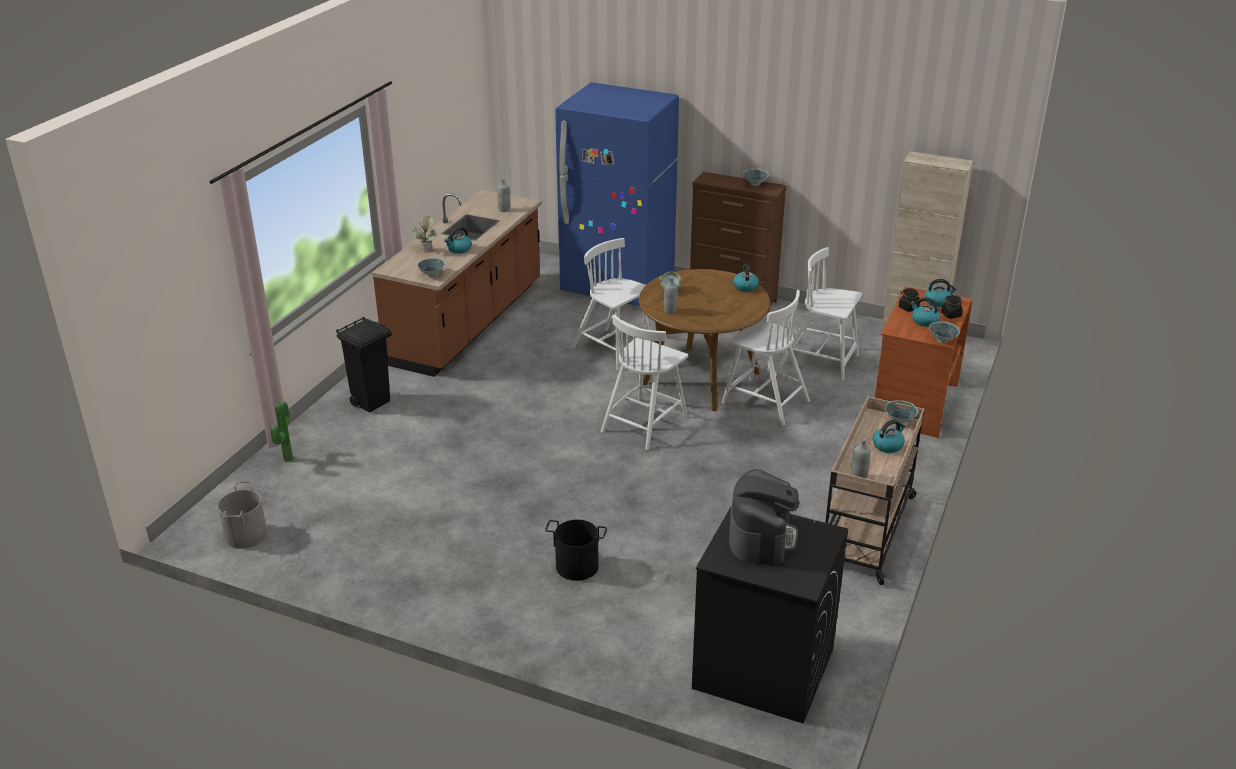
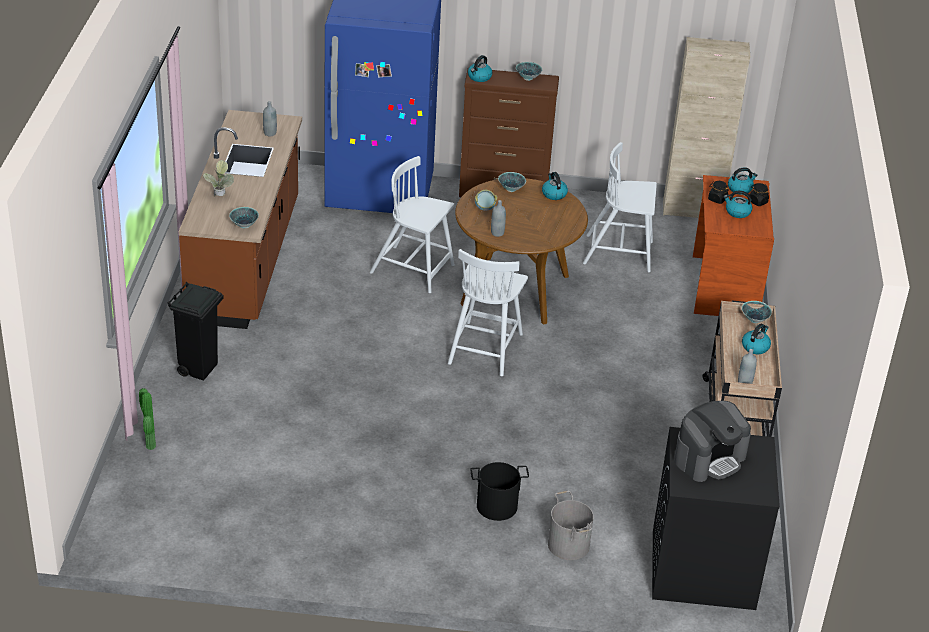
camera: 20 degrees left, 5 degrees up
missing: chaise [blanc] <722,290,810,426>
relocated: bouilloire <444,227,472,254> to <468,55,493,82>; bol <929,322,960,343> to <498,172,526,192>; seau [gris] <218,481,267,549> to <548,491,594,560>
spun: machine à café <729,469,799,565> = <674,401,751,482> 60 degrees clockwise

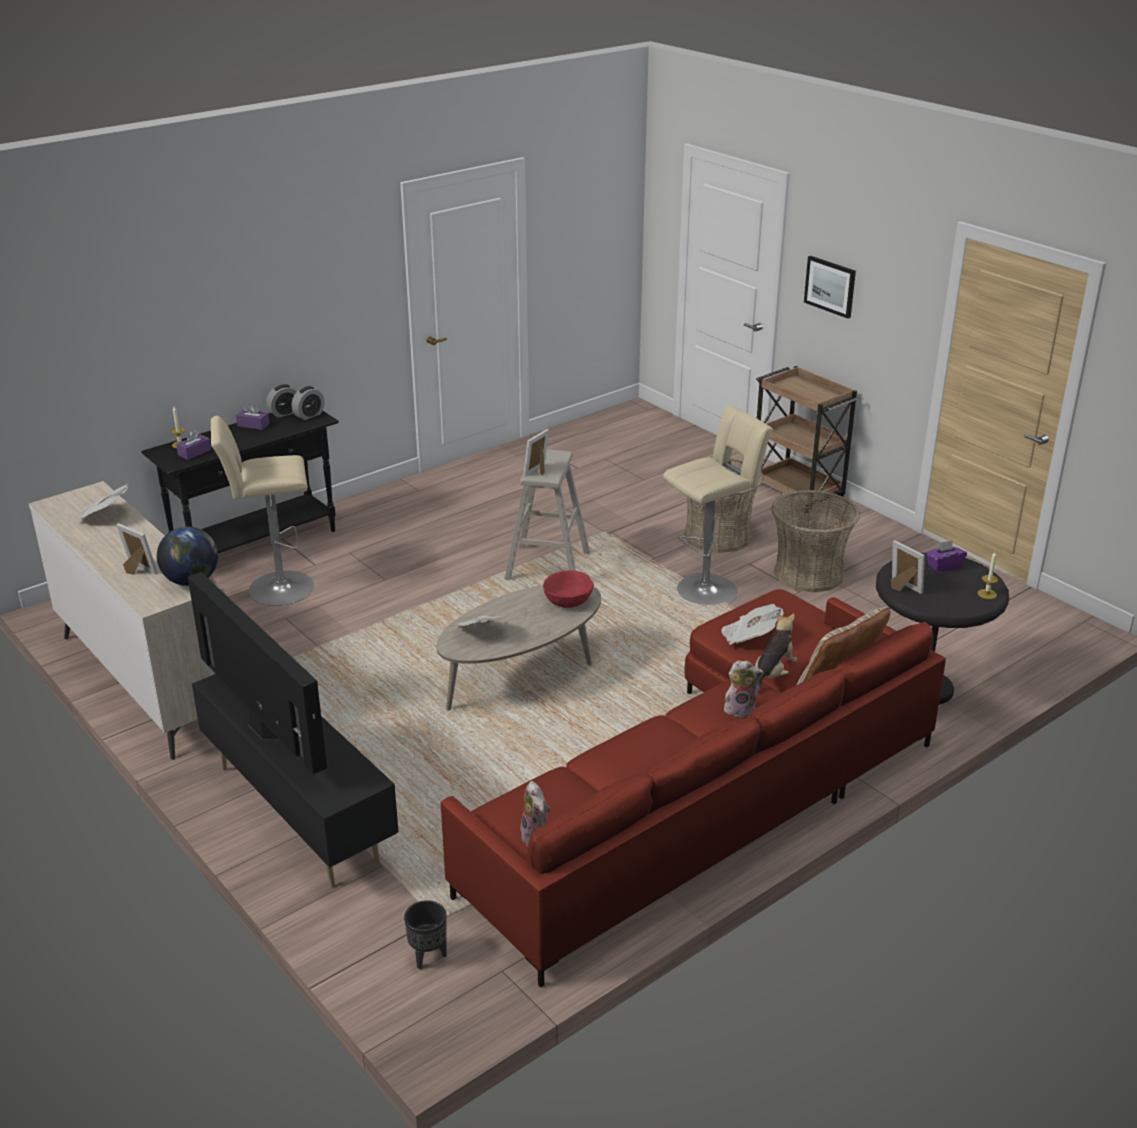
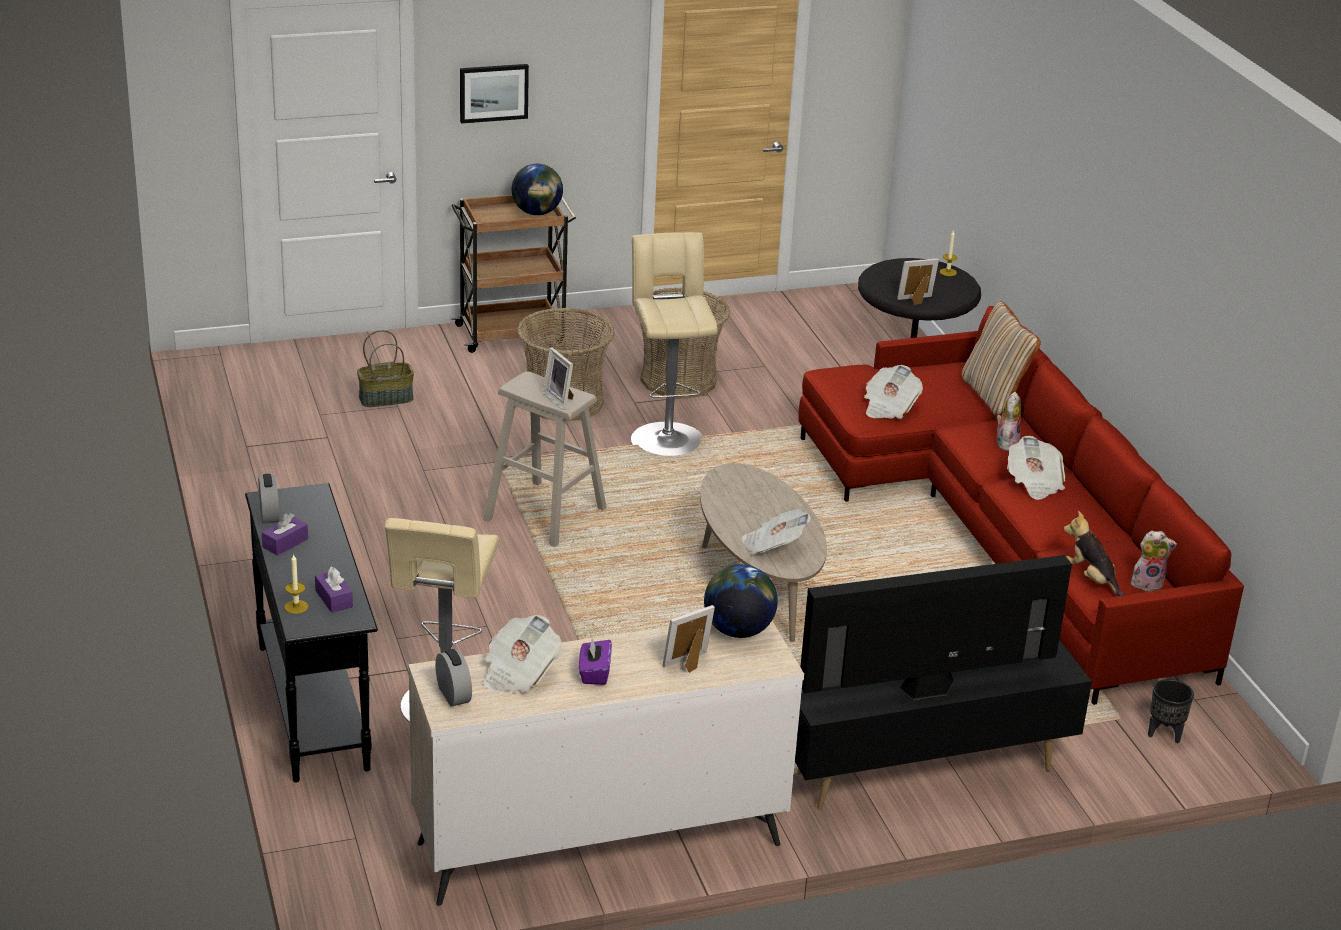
camera: 70 degrees left, 0 degrees up
missing: bol [rouge] <543,570,594,608>
appeared: panier <357,330,414,407>; globe <512,164,563,215>; journal <1007,436,1065,500>
relocated: réveil <292,386,324,420> to <435,649,472,707>; boîte à mouchoirs [violet] <926,540,967,572> to <579,638,612,685>; peluche <755,613,797,695> to <1064,511,1125,596>

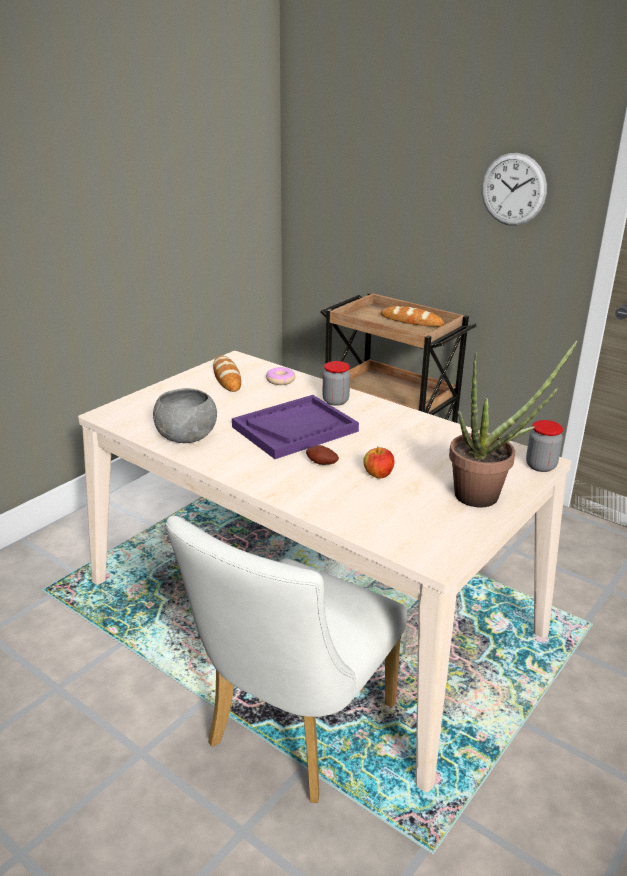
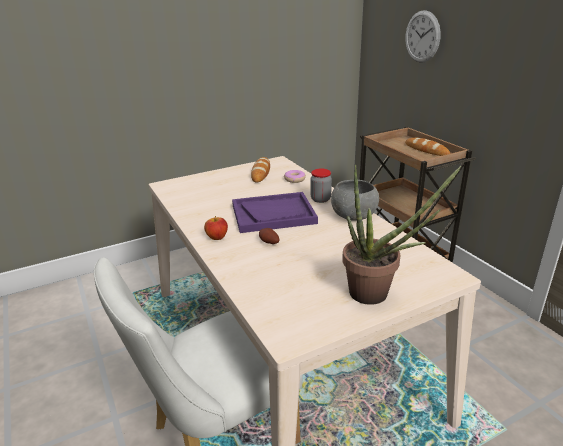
camera: 25 degrees right, 0 degrees up
missing: bocal <526,420,563,472>
relocated: pomme <363,446,395,479> to <204,216,228,240>; bol [gris] <153,388,217,443> to <331,180,379,221>; horloge murale <481,153,547,225> to <405,10,441,62>

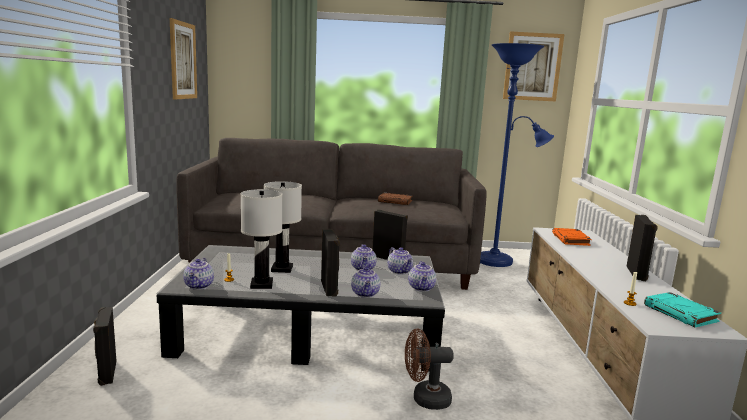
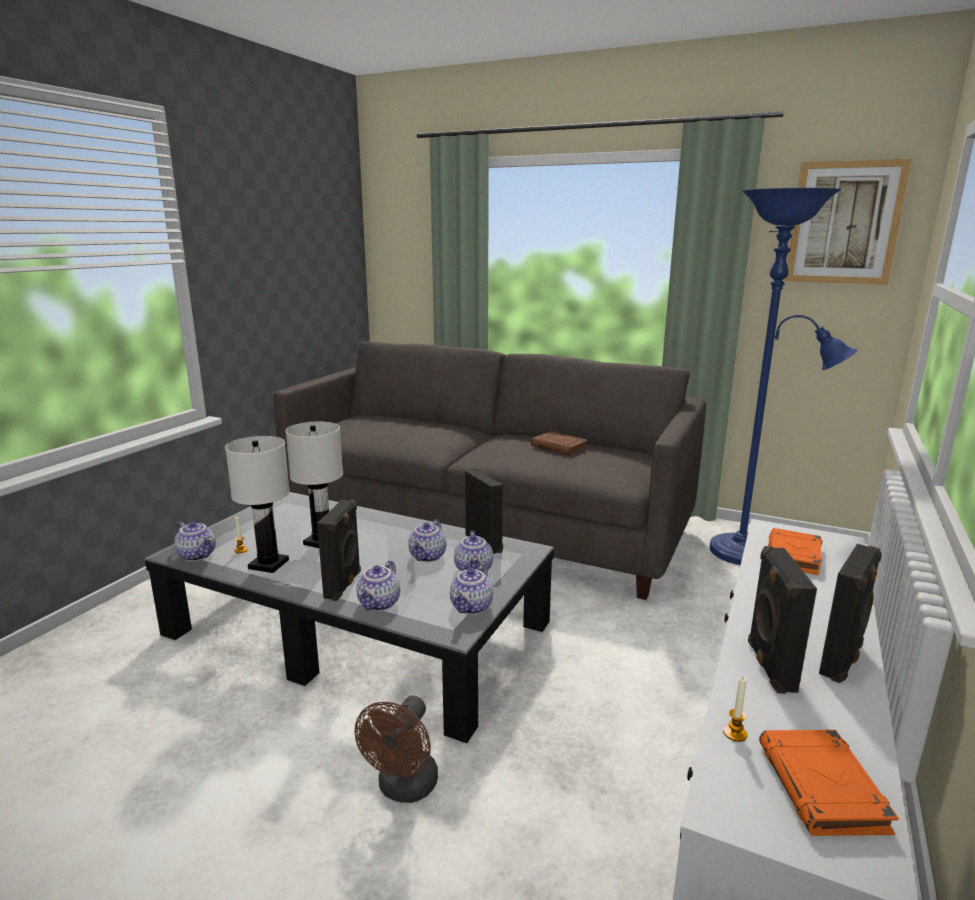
camera: 25 degrees right, 5 degrees up
missing: tableau <170,18,197,100>
relocated: enceinte [noir] <93,307,116,386> to <748,546,817,694>
colour: livre [turquoise] <644,292,721,328> to livre [orange] <759,730,899,836>
spun: théière <183,258,214,290> = <174,521,216,561> 75 degrees counterclockwise; ventilateur [marron] <405,329,454,410> = <355,696,438,803> 90 degrees counterclockwise

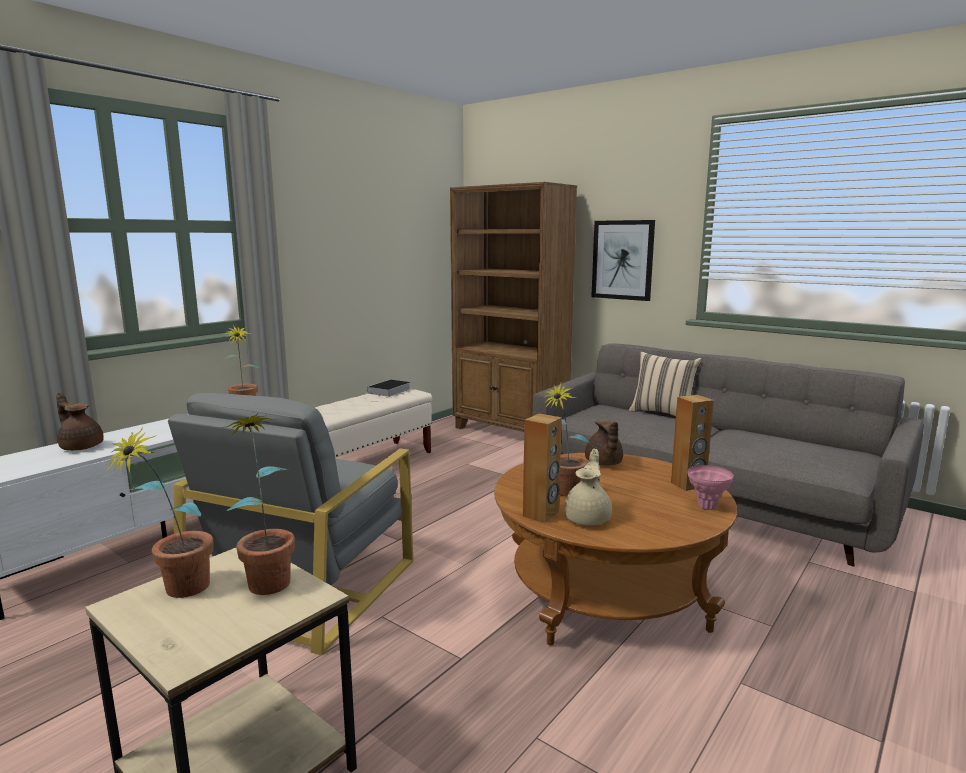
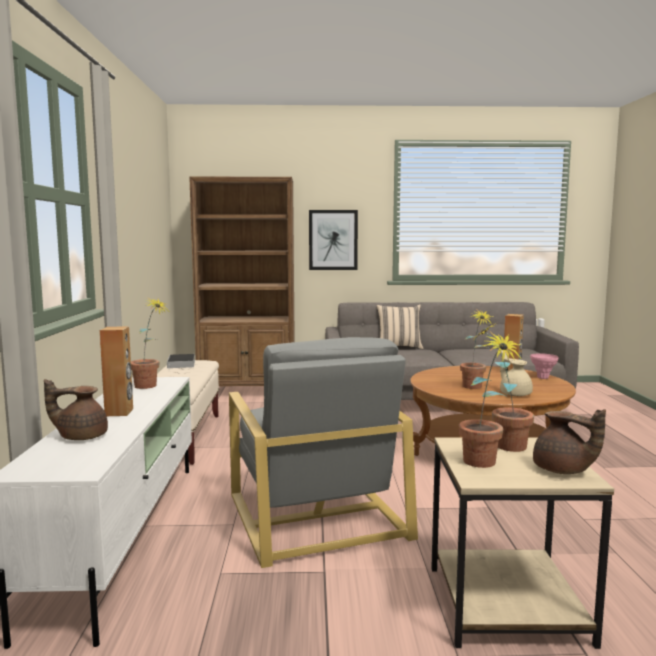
camera: 40 degrees left, 5 degrees down
relocated: enceinte [marron] <523,414,562,523> to <100,326,133,416>; théière [marron] <585,420,623,466> to <533,409,606,474>

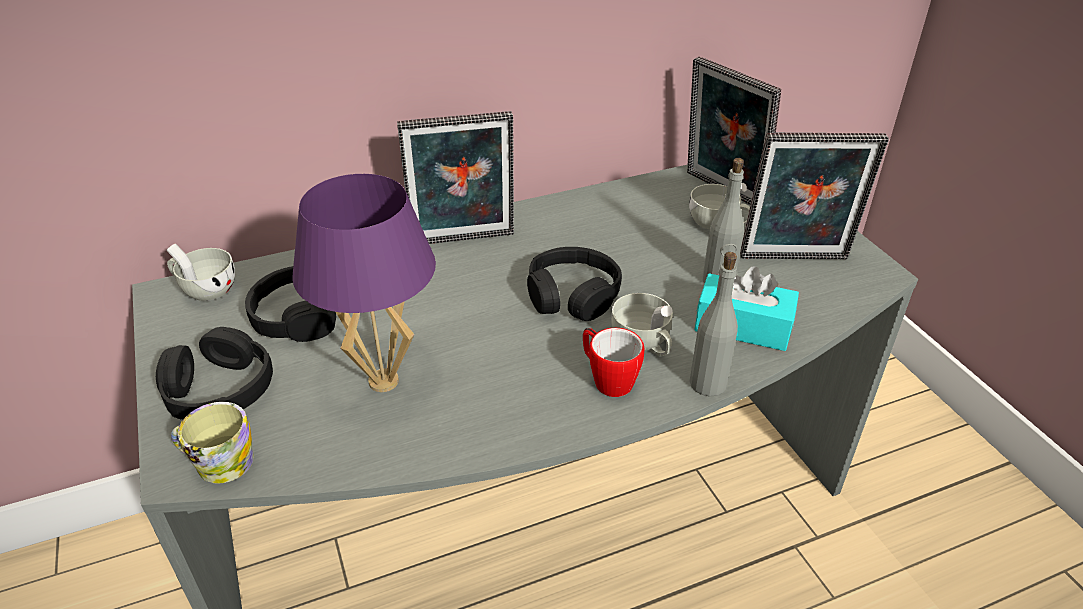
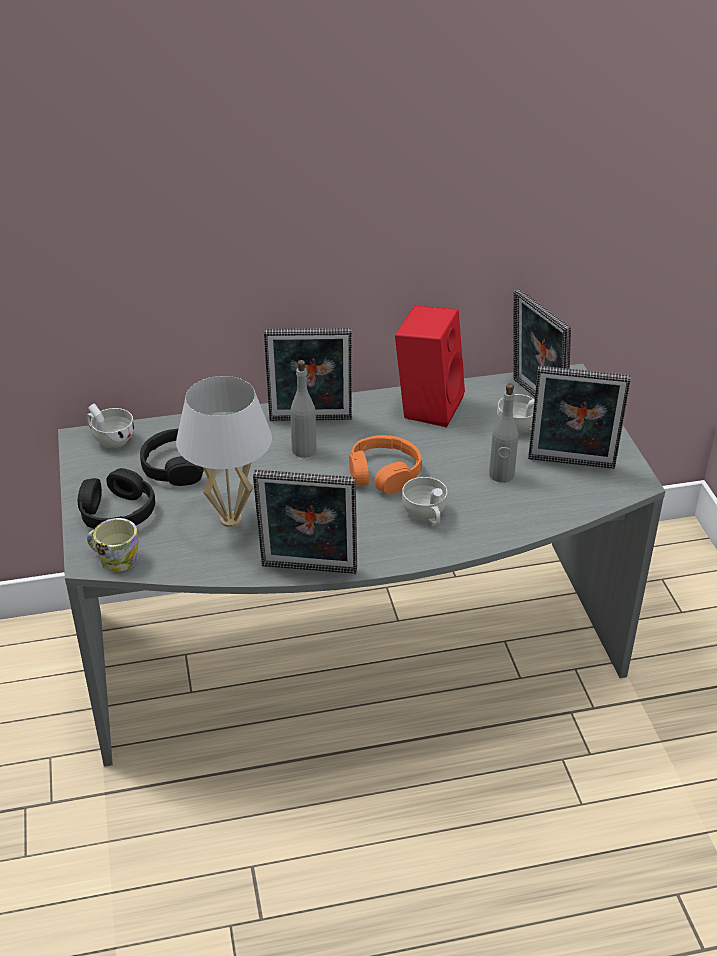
camera: 10 degrees right, 0 degrees up
missing: mug <583,328,644,397>; boîte à mouchoirs [turquoise] <695,266,799,351>
appeared: cadre photo <253,470,357,574>; enceinte [rouge] <395,306,465,427>
relocated: bouteille [gris] <689,252,738,396> to <290,360,317,458>
colour: lampe de table [violet] <292,174,436,392> to lampe de table [blanc] <176,376,272,527>; casque audio [noir] <527,247,622,321> to casque audio [orange] <349,435,422,494>

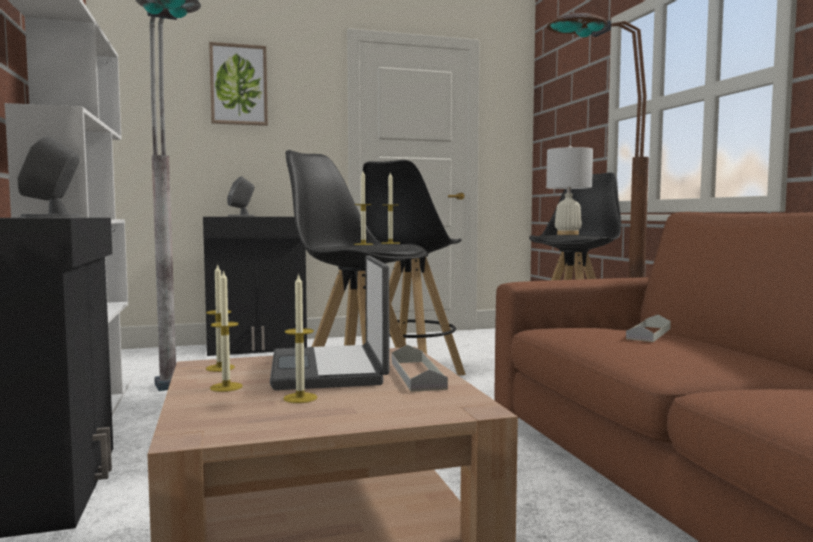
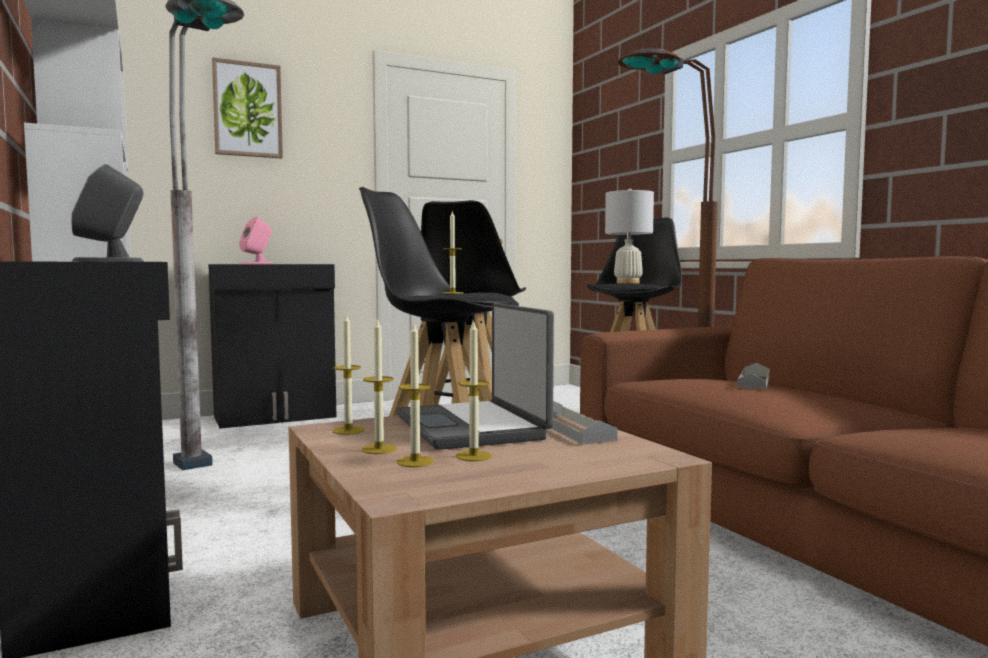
camera: 10 degrees left, 0 degrees up
relocated: bougie <381,173,400,244> to <397,324,434,467>
colour: enceinte [gris] <227,176,255,216> to enceinte [rose] <239,217,272,264>

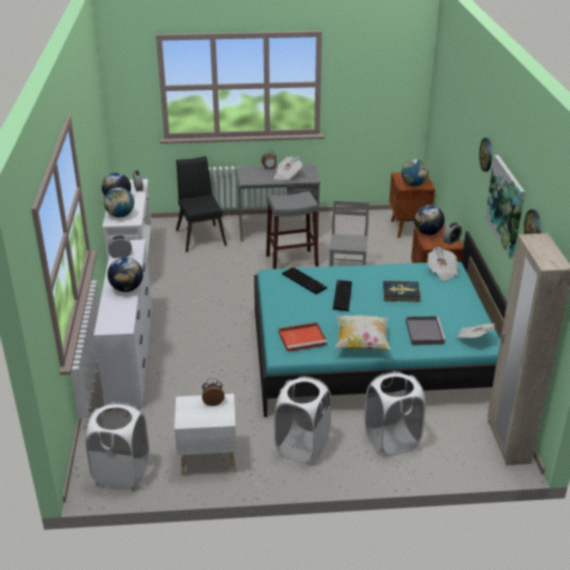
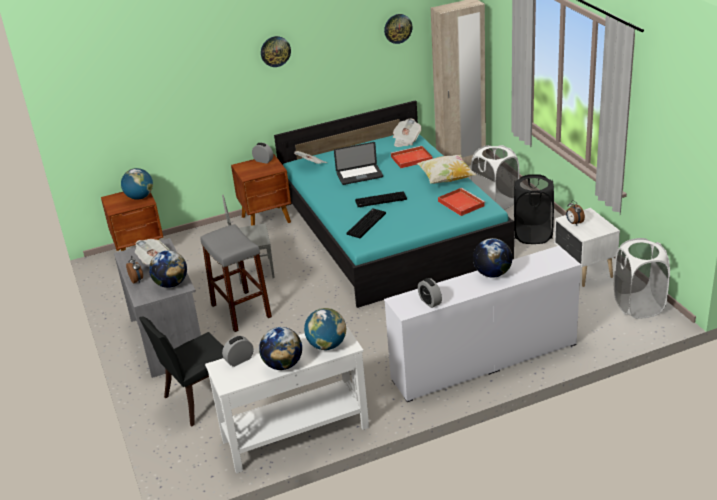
camera: 105 degrees left, 0 degrees up
missing: tableau <485,155,525,259>
relocated: globe <414,205,445,235> to <149,250,187,288>
exchanged: livre <383,281,420,302> to ordinateur portable <334,142,383,185>
colour: plateau [gris] <406,316,446,345> to plateau [rouge] <391,146,433,168>; panier à linge [blanc] <274,376,331,463> to panier à linge [noir] <514,174,554,244>

